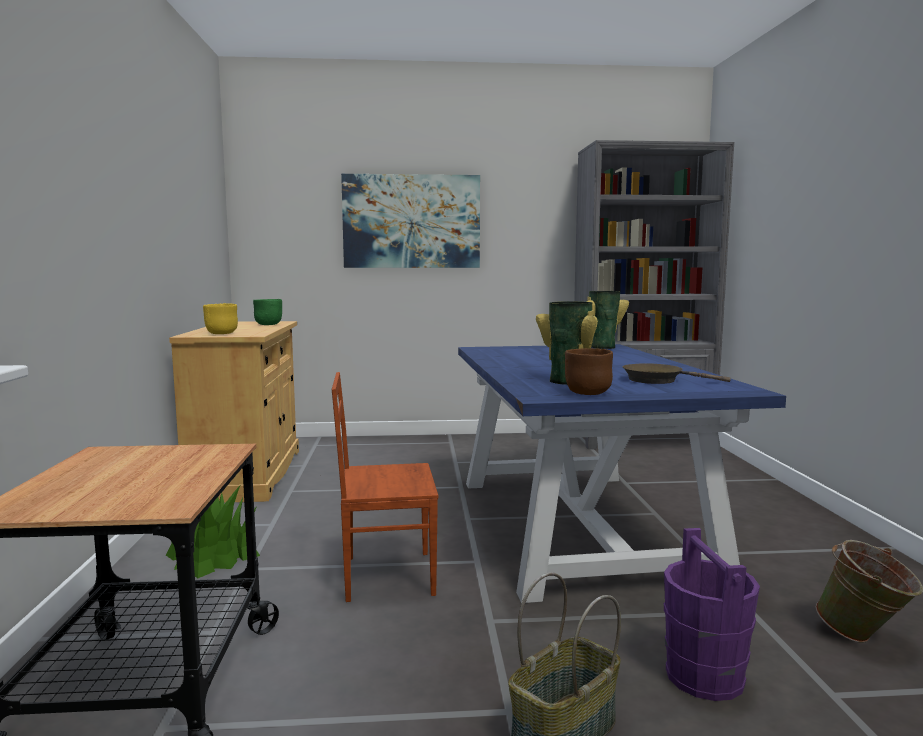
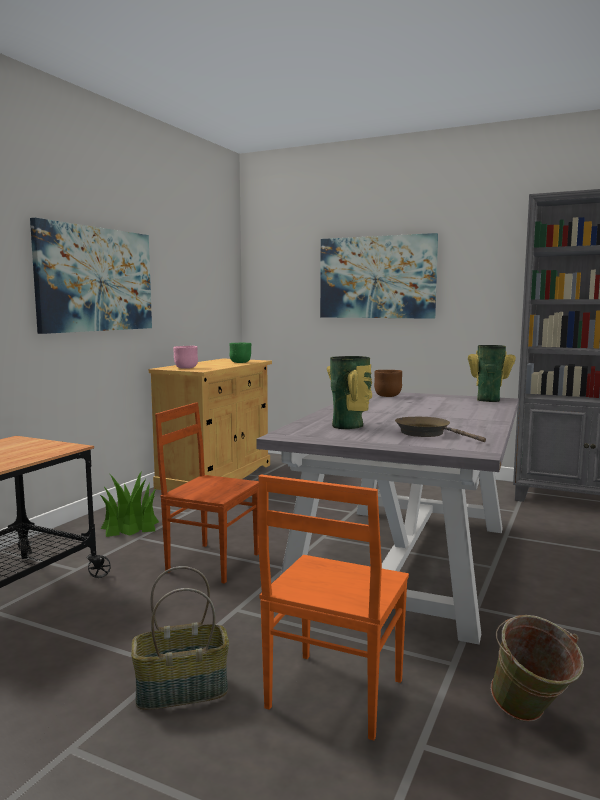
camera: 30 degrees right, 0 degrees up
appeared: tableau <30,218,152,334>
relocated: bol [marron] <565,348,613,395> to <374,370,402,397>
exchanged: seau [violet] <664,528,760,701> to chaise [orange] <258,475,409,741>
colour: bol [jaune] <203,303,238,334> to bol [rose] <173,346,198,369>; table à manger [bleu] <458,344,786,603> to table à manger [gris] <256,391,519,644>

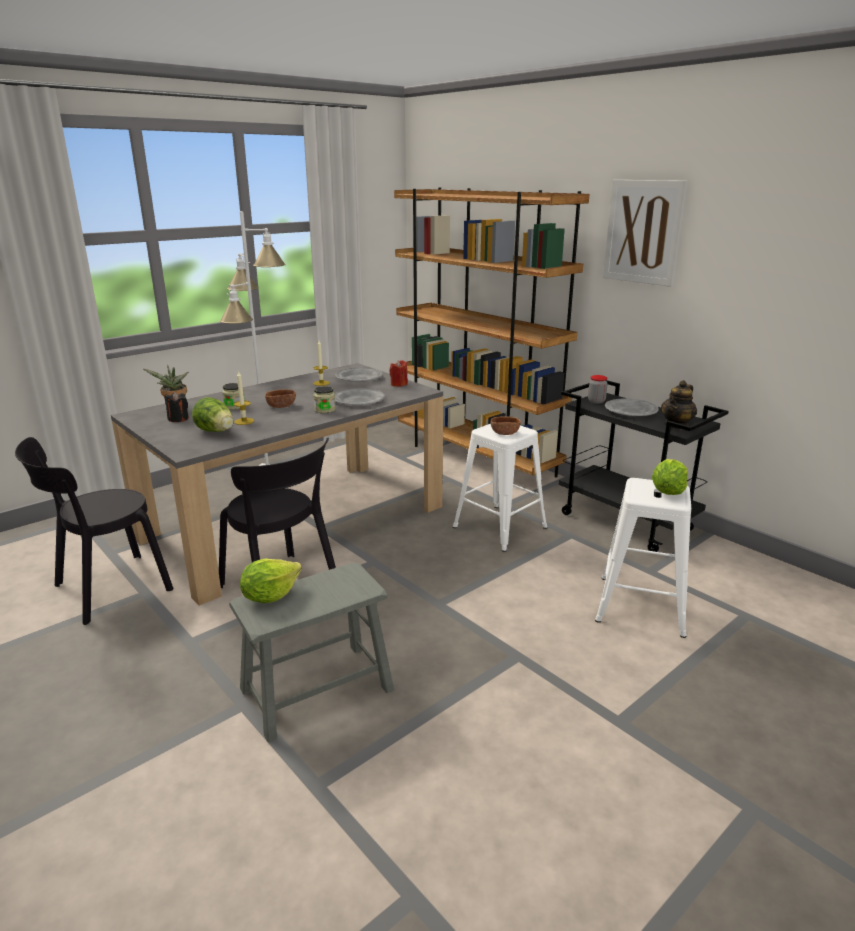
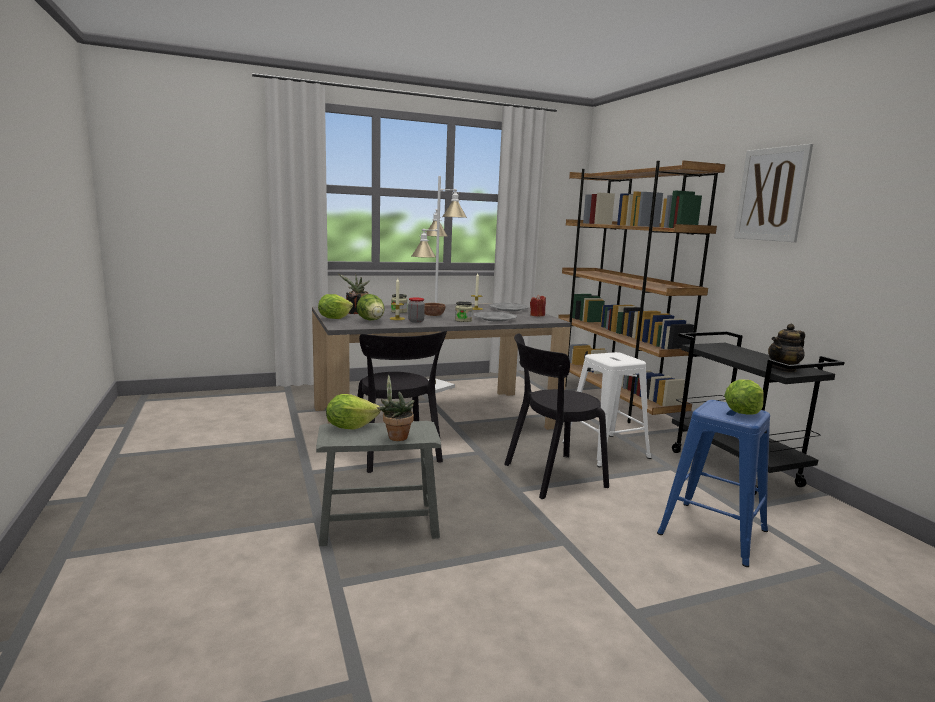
camera: 20 degrees right, 10 degrees down
missing: bol [marron] <491,416,521,435>; assiette [gris] <605,399,659,416>
appeared: laitue <318,294,353,319>; plante en pot <376,375,415,441>
relocated: bocal <588,375,608,404> to <408,297,425,323>; chaise [noir] <15,437,173,625> to <504,333,609,499>
colour: tabouret [blanc] <595,478,691,638> to tabouret [bleu] <657,400,770,567>

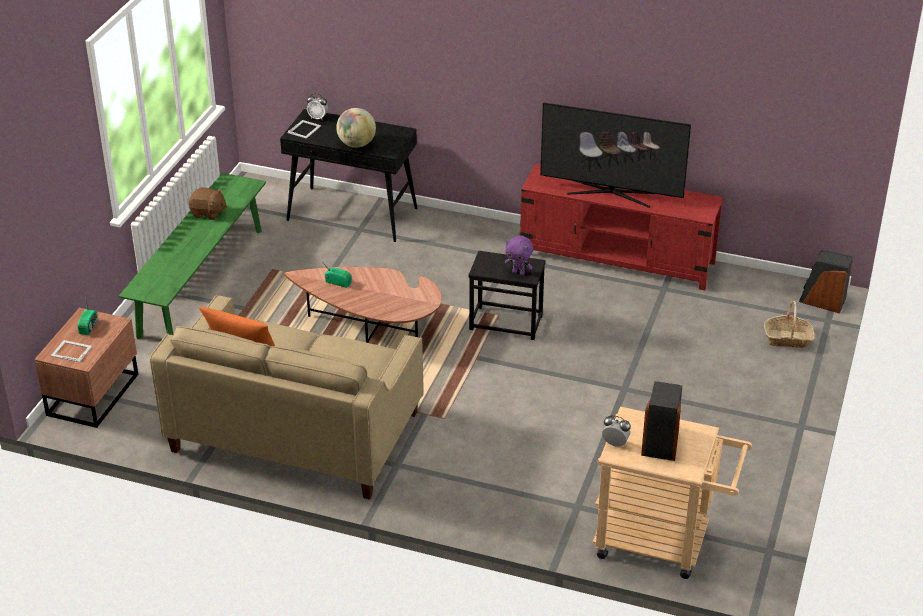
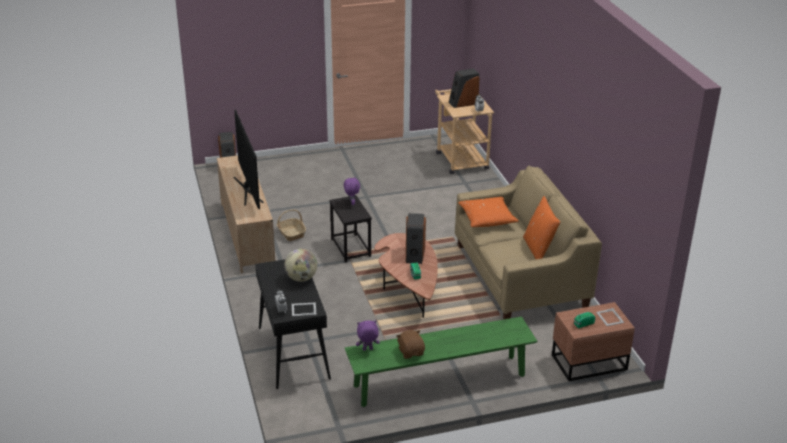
camera: 125 degrees left, 5 degrees down
appeared: peluche [violet] <356,320,380,351>; enceinte <406,213,426,264>; coussin [orange] <458,197,519,227>
relocated: panier <764,301,814,348> to <277,210,306,241>
colour: meuble télé [rouge] <520,164,723,290> to meuble télé [beige] <217,155,275,273>

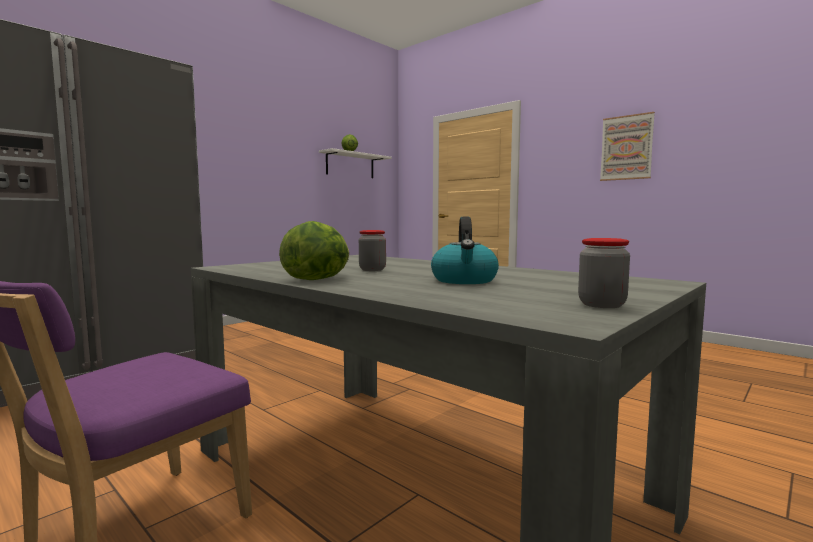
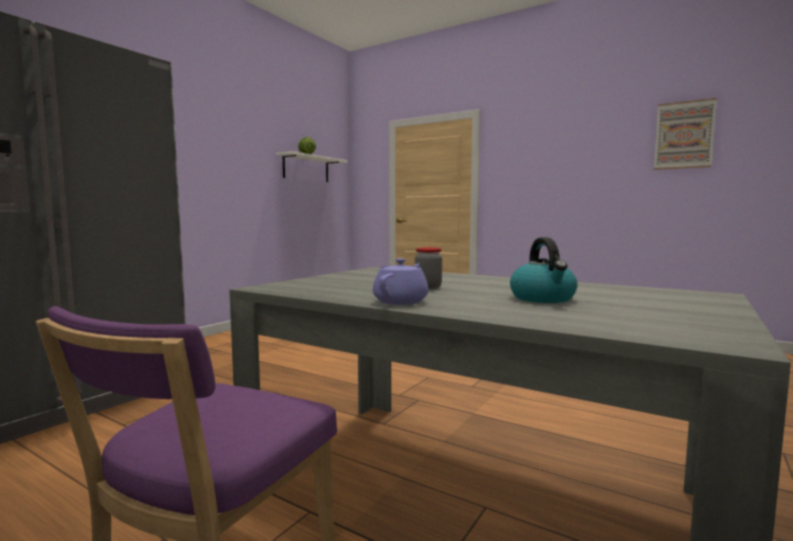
camera: 10 degrees left, 0 degrees up
missing: bocal <578,238,630,308>
relocated: tableau <600,112,655,181> to <654,98,717,170>
exchanged: laitue <279,221,349,280> to théière [violet] <373,258,428,305>

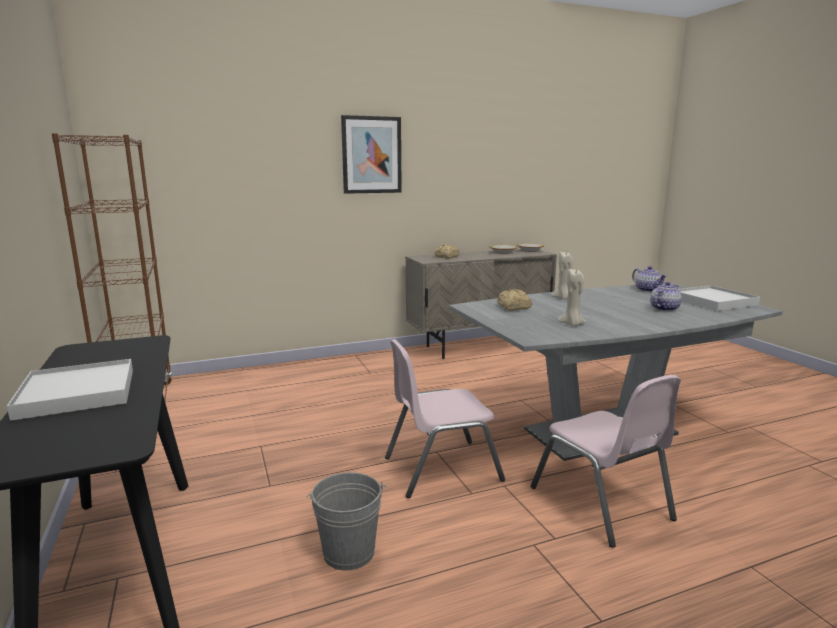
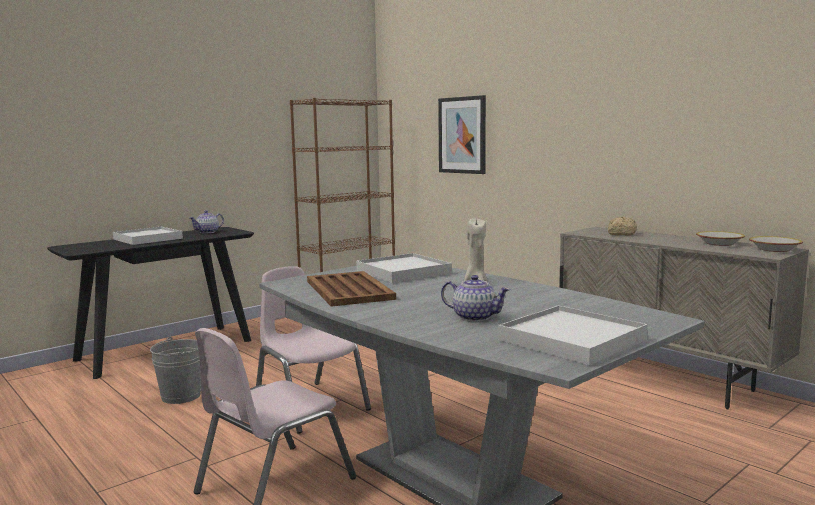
camera: 70 degrees right, 5 degrees down
relocated: théière <632,266,667,292> to <189,210,224,234>; tableau <341,115,402,194> to <438,95,486,174>
exchanged: bougie [beige] <558,268,586,326> to plateau [marron] <307,271,396,307>; pain <497,289,532,311> to plateau [blanc] <356,253,452,283>

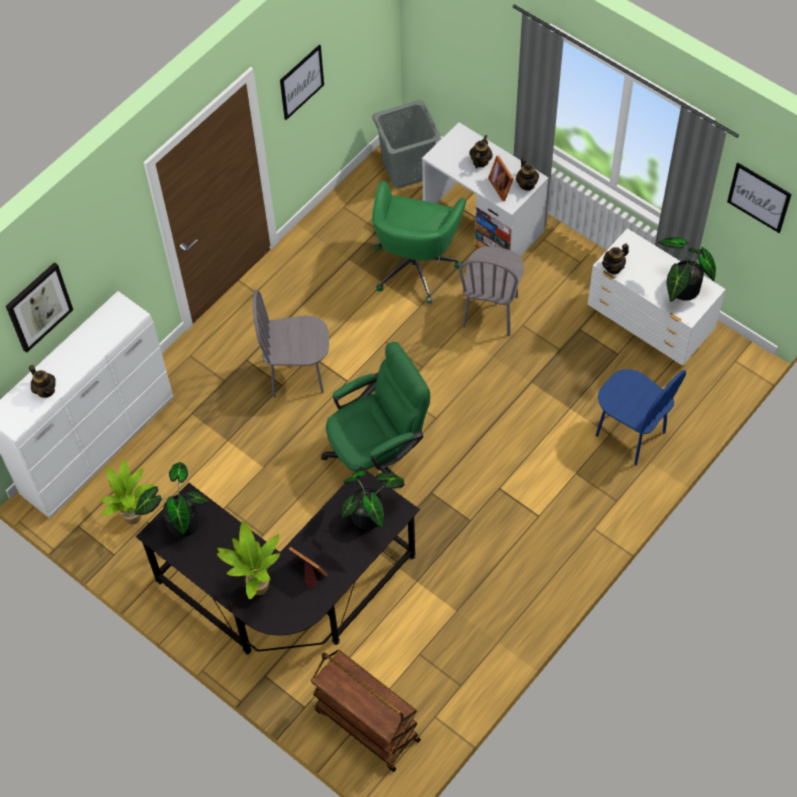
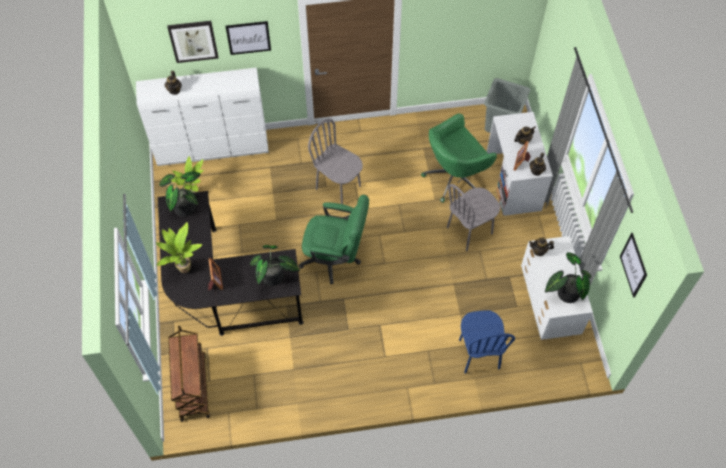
camera: 40 degrees right, 0 degrees up
relocated: tableau <280,44,324,120> to <226,21,271,55>

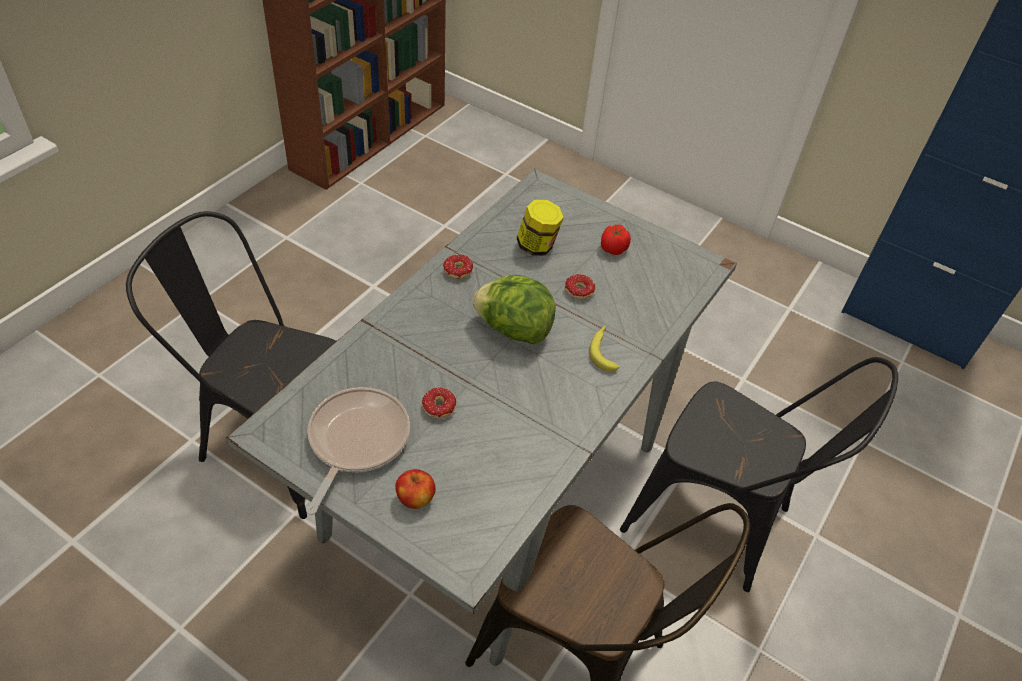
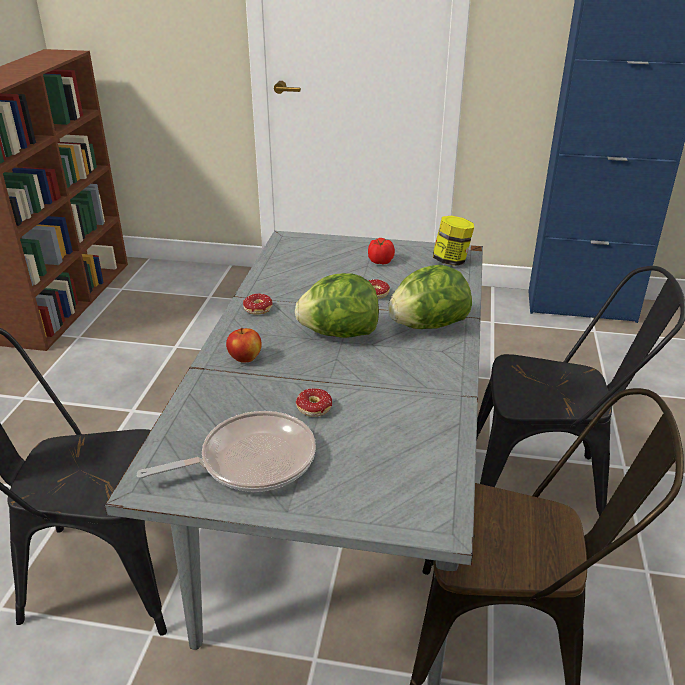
camera: 20 degrees left, 15 degrees down
relocated: pomme <395,469,436,509> to <226,328,262,363>; bocal <517,200,564,255> to <433,216,474,266>
exchanged: banane <589,325,620,372> to laitue <388,265,472,329>
spun: poêle <306,387,410,515> = <137,411,316,492> 75 degrees clockwise

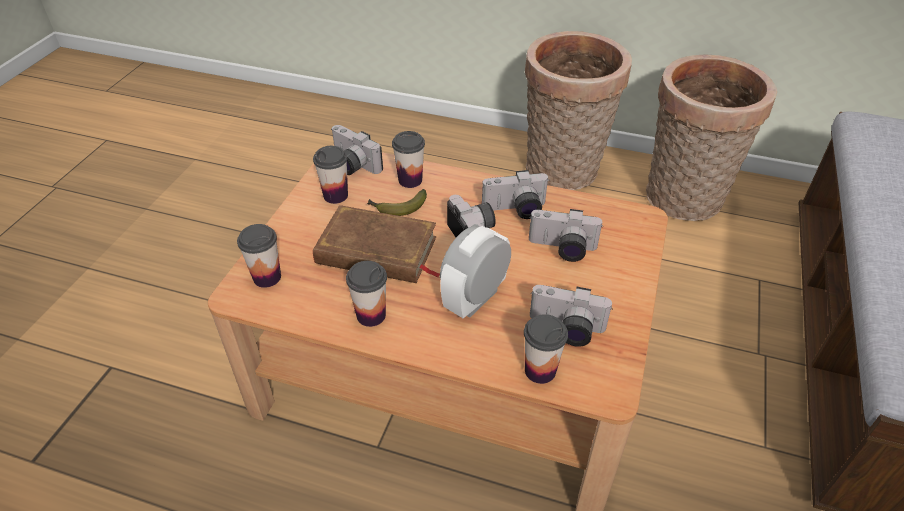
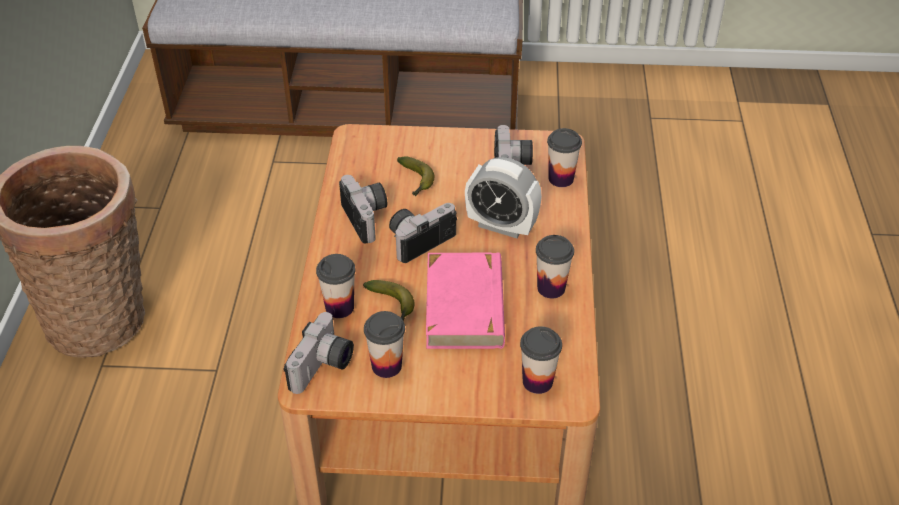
camera: 105 degrees left, 0 degrees up
missing: panier <646,54,777,221>
exchanged: appareil photo <529,209,603,262> to banane <397,156,434,196>
colour: livre [marron] <313,205,440,283> to livre [rose] <426,253,505,349>

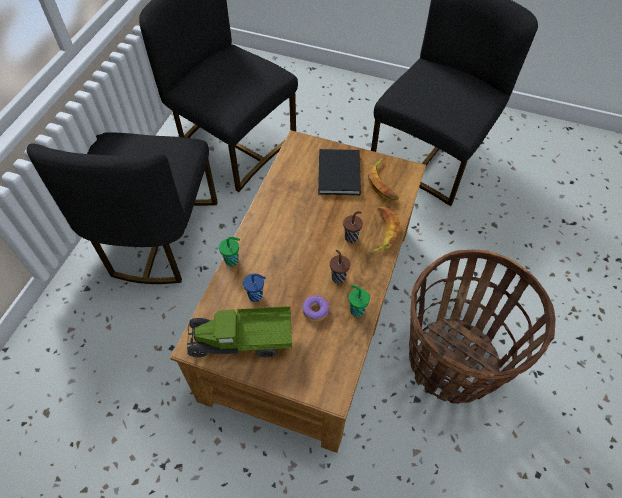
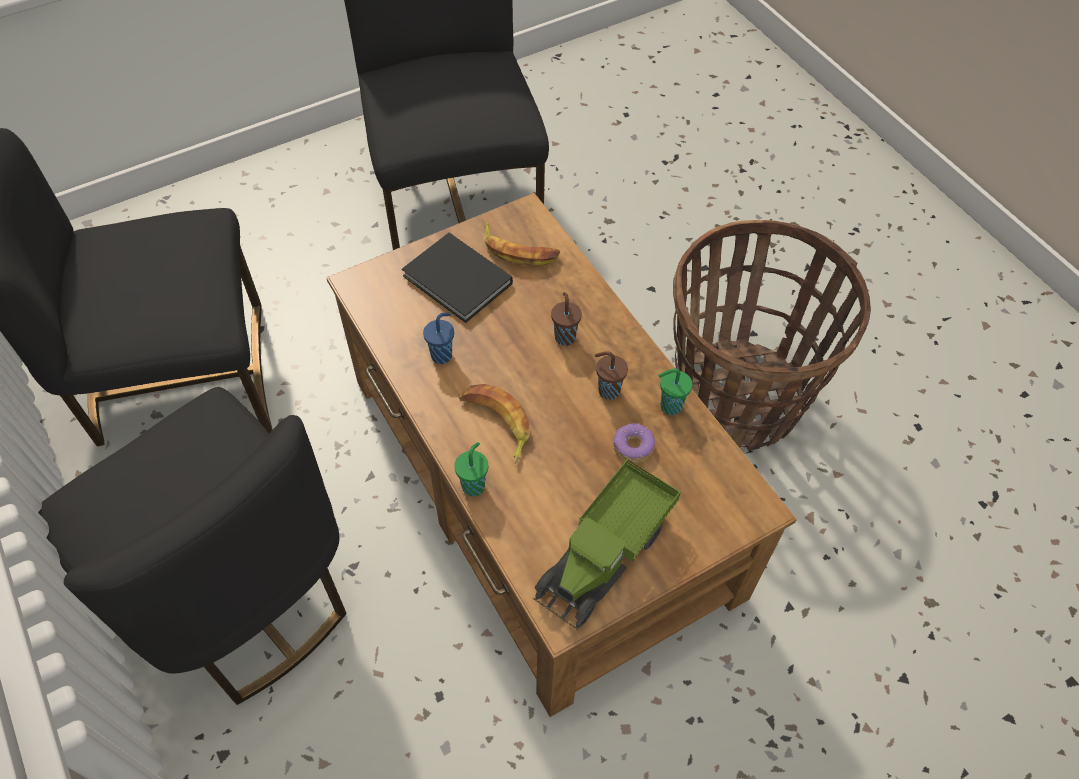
camera: 50 degrees left, 0 degrees up
relocated: tasse [bleu] <243,274,266,302> to <423,313,454,364>; banane <370,206,400,254> to <459,384,530,464>

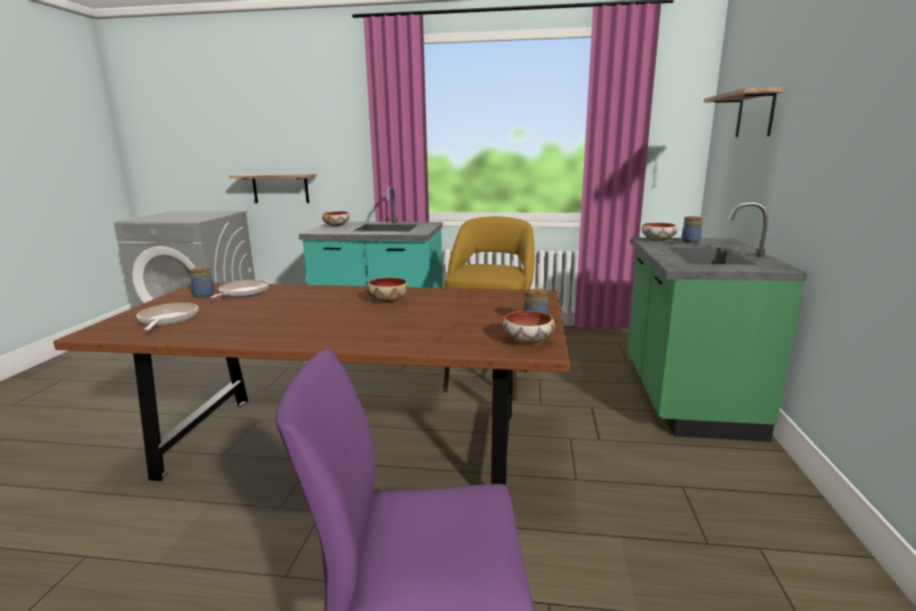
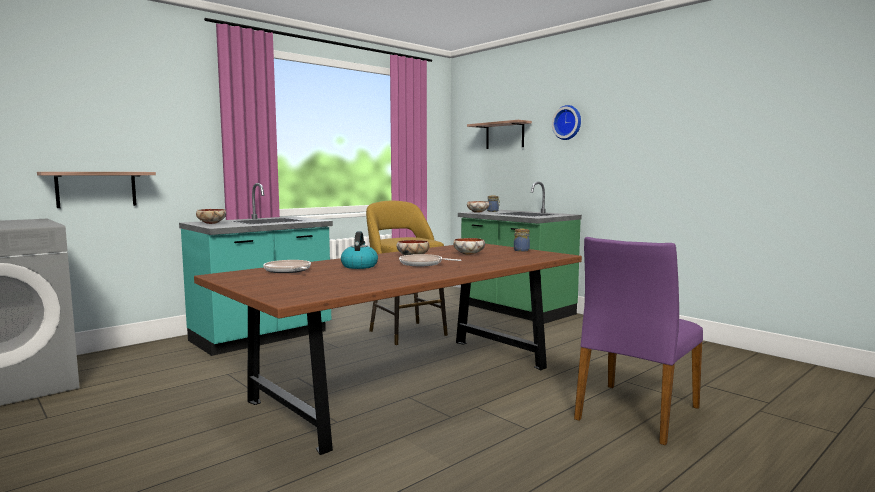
camera: 50 degrees left, 10 degrees down
missing: bocal <189,267,215,298>
appeared: bouilloire <341,231,378,269>; horloge murale <552,105,581,140>
relocated: poêle <137,303,198,330> to <399,254,462,266>; bol <503,311,555,344> to <453,238,485,255>

